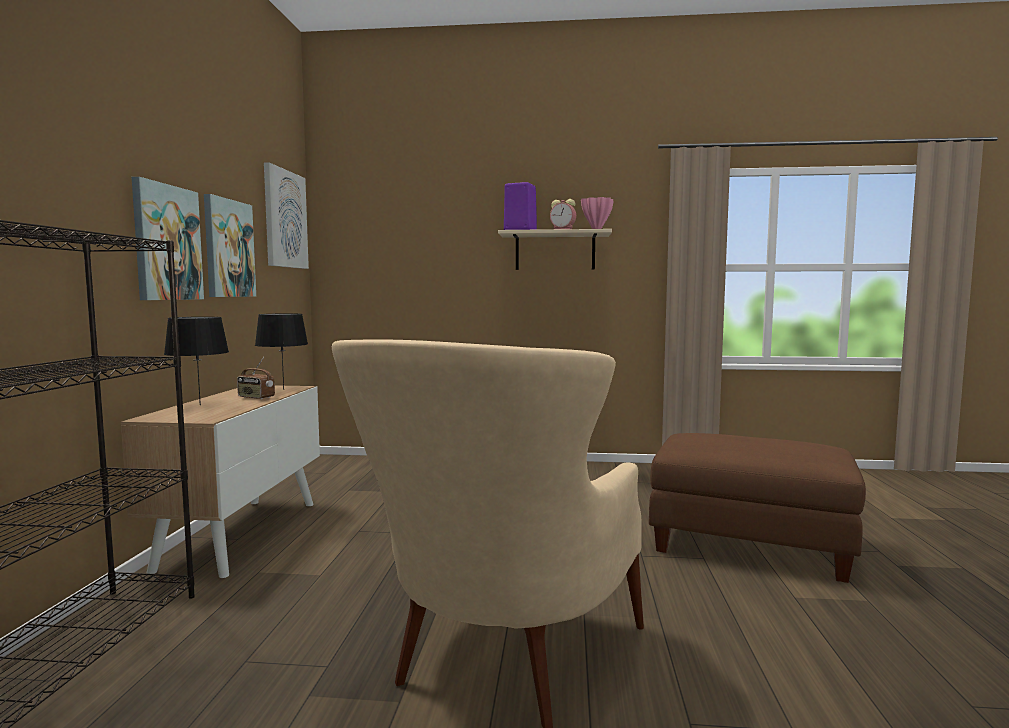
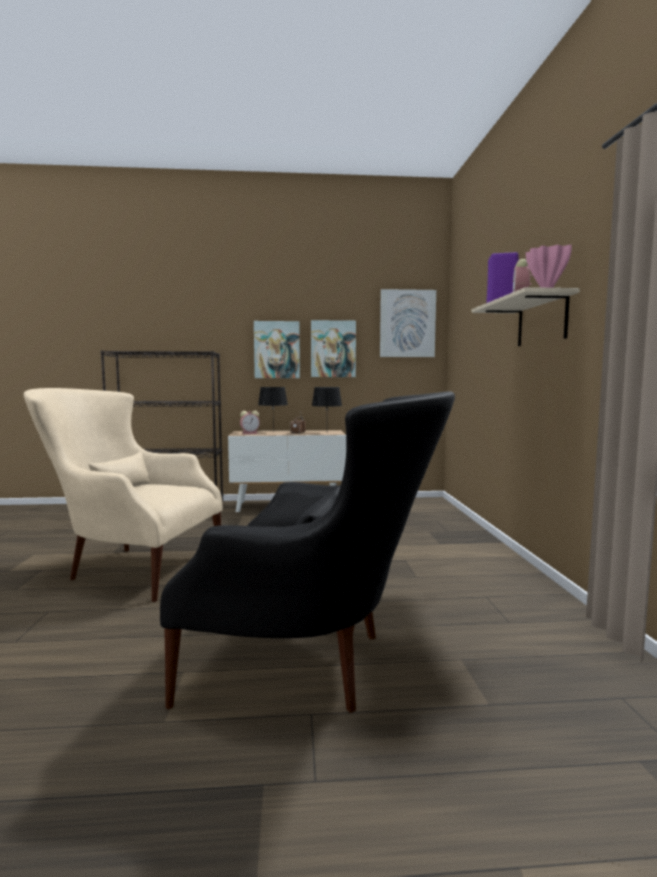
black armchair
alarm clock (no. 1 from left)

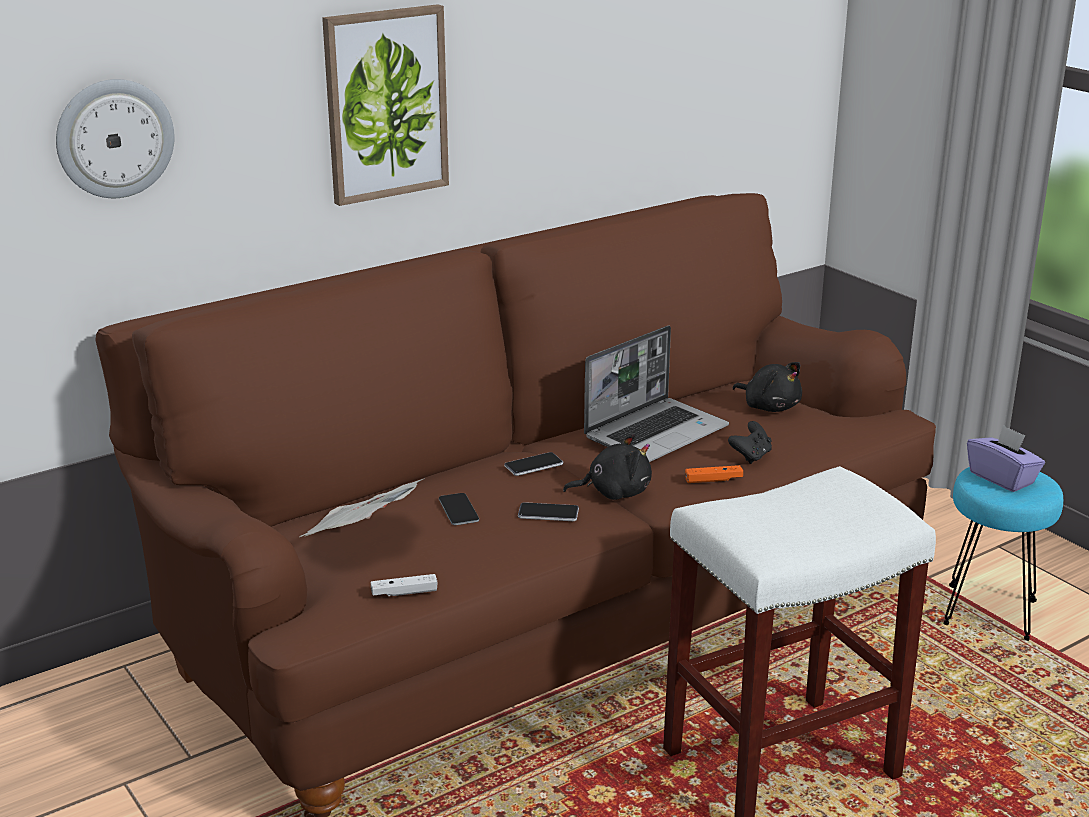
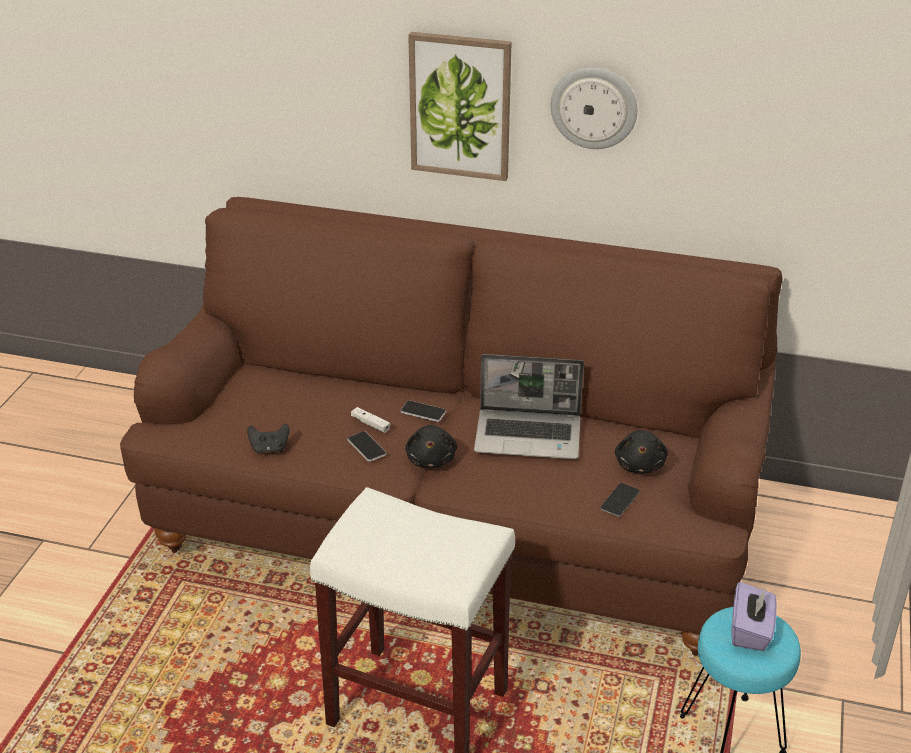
black game controller
white game controller
black plush toy (no. 1 from left)
wall clock
phone (no. 3 from left)
newspaper
orange game controller

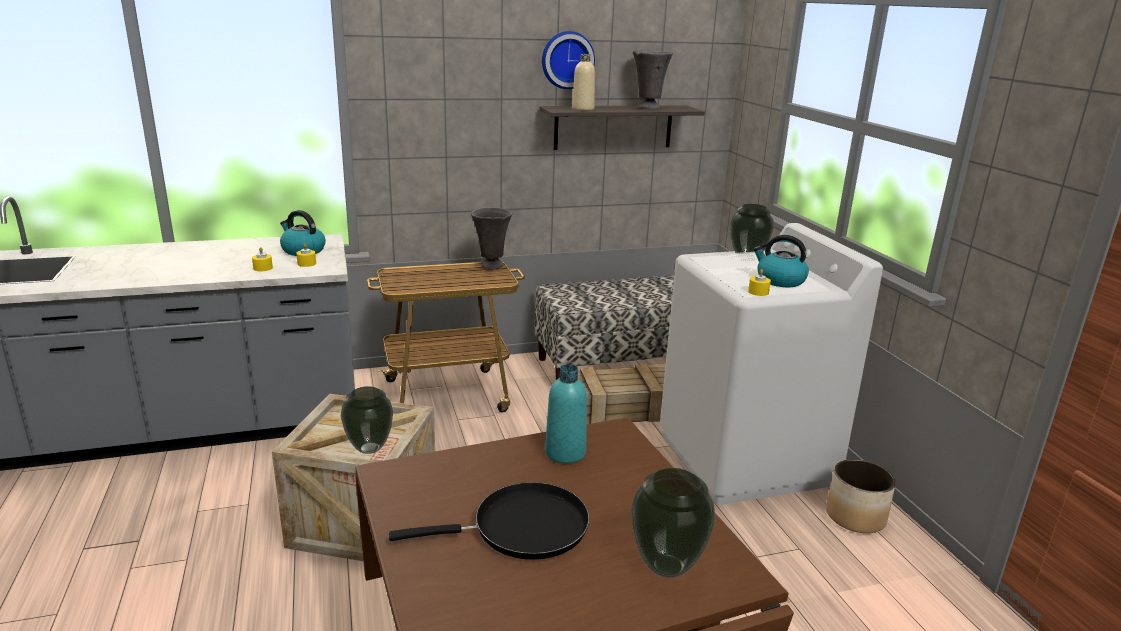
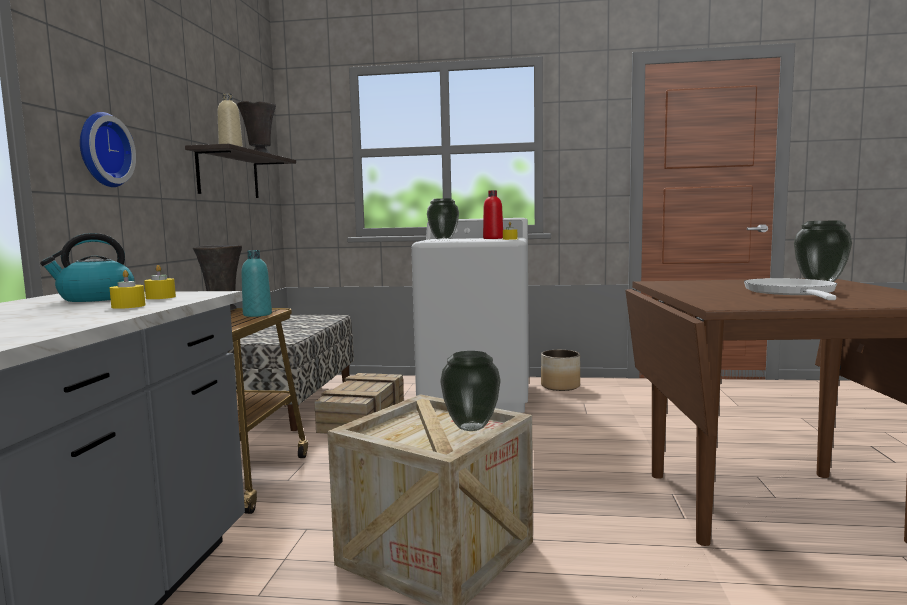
wall clock
turquoise bottle
red bottle
white frying pan

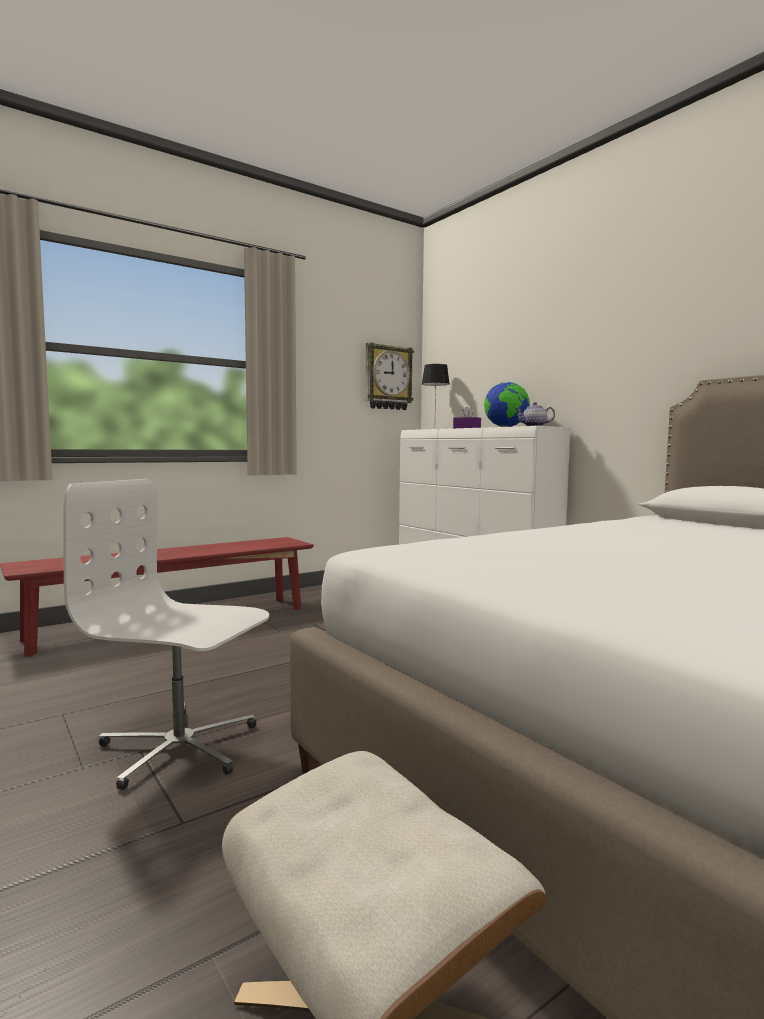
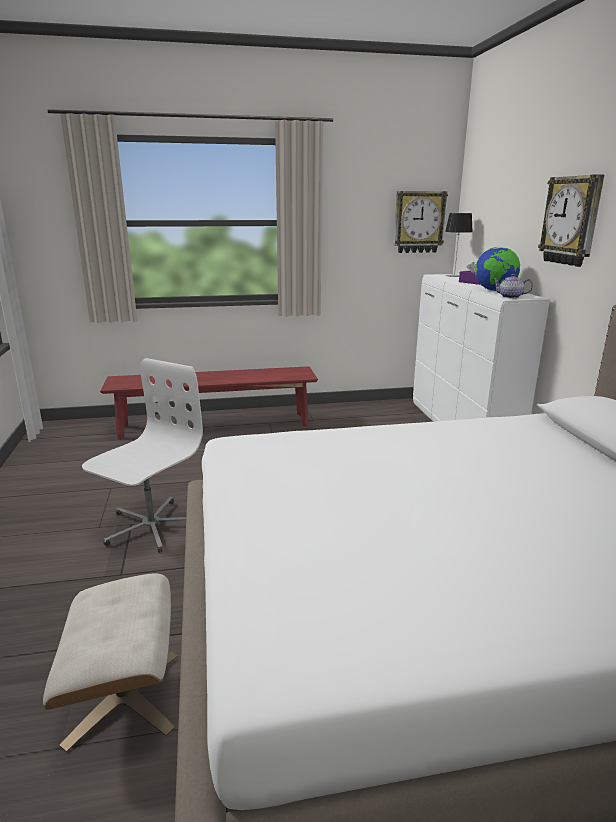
white office chair
wall clock (no. 2 from left)

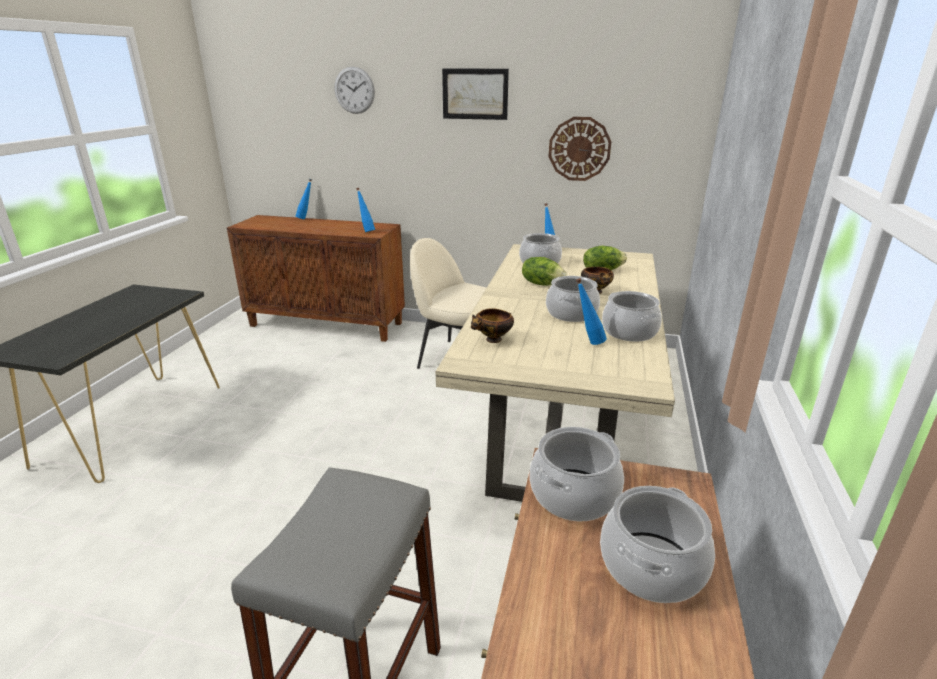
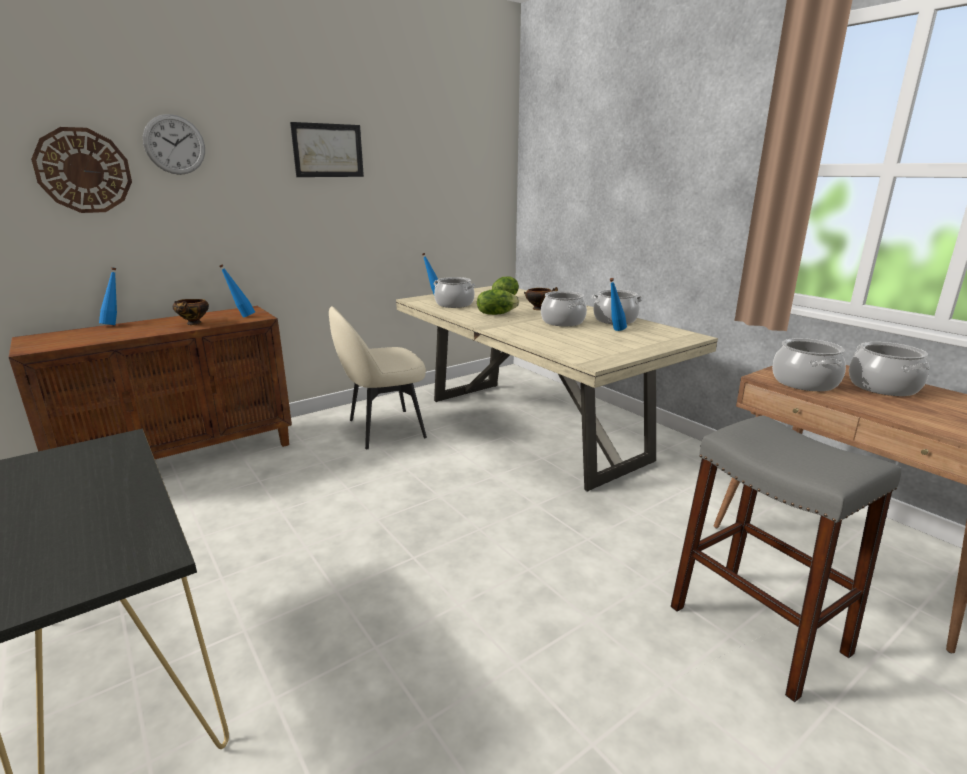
wall clock (no. 1 from left)
bowl (no. 1 from left)

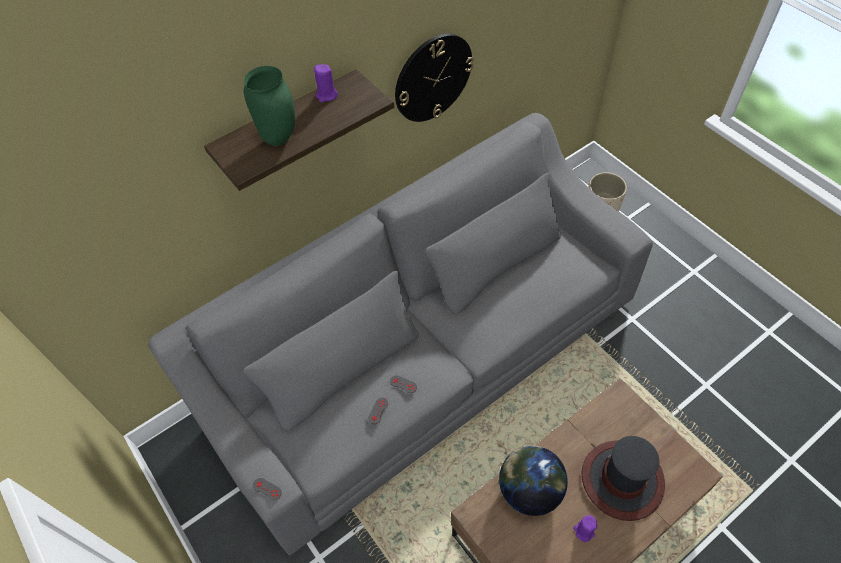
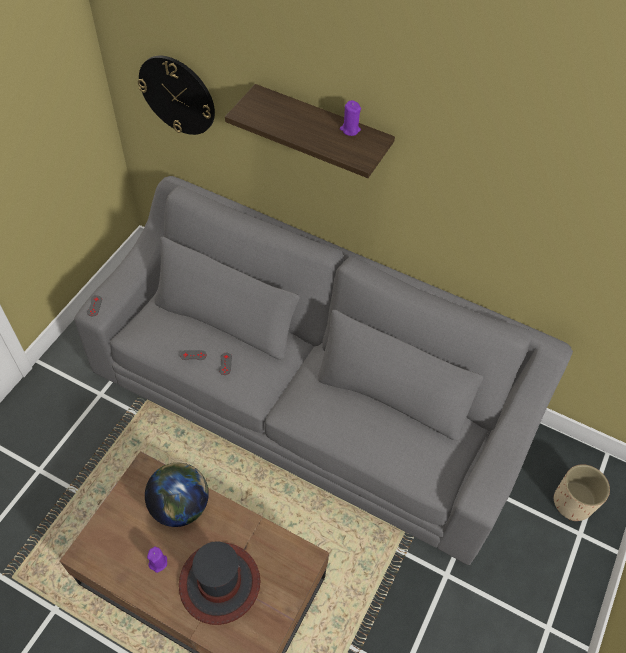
wall clock
green vase

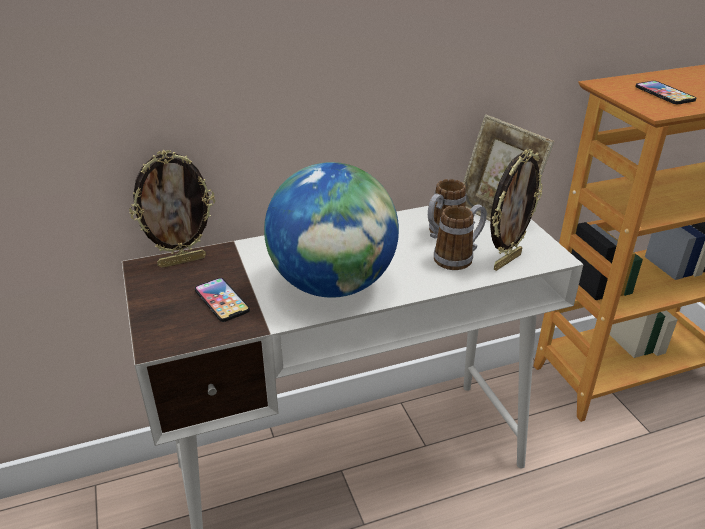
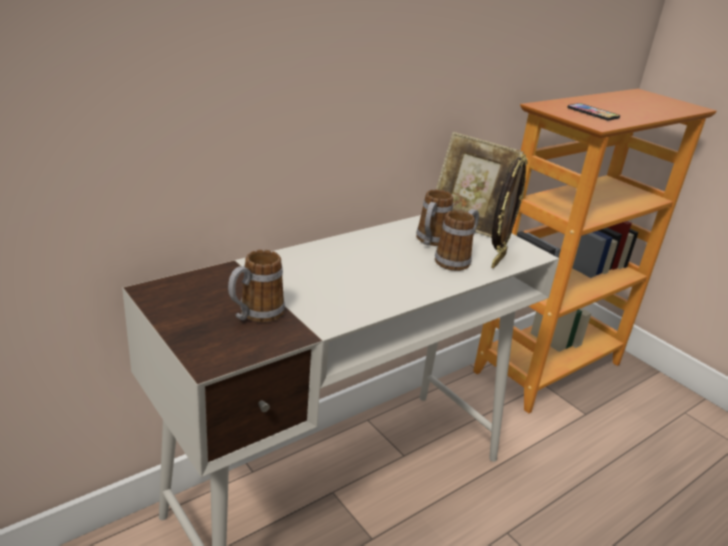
mug (no. 1 from left)
picture frame (no. 1 from left in the first image)
globe

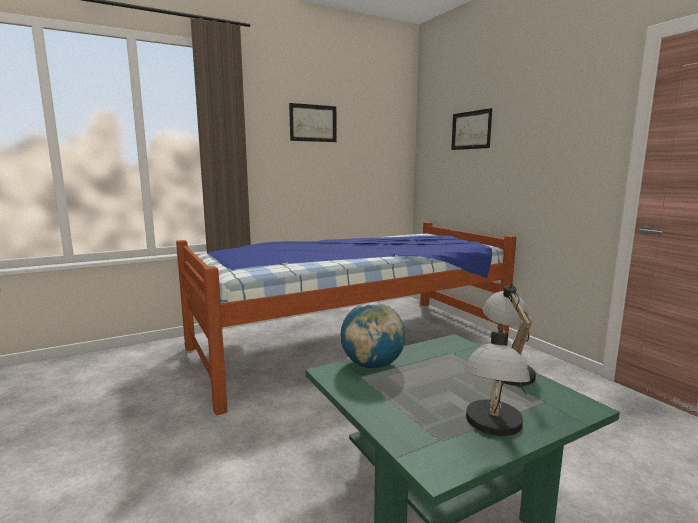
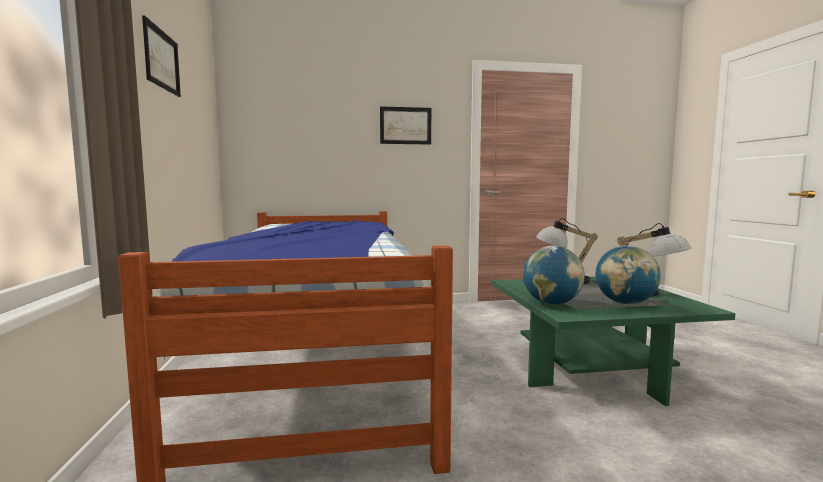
picture (no. 2 from left)
globe (no. 2 from left)

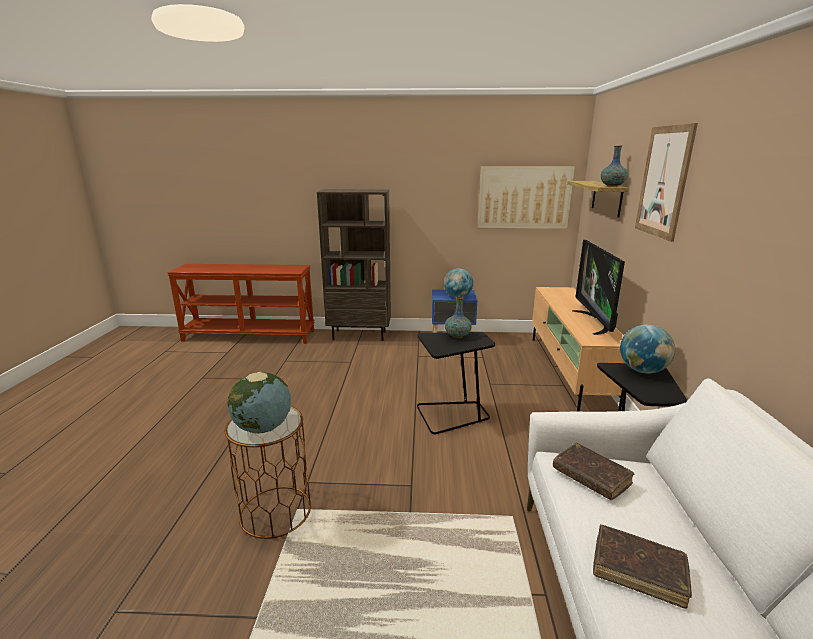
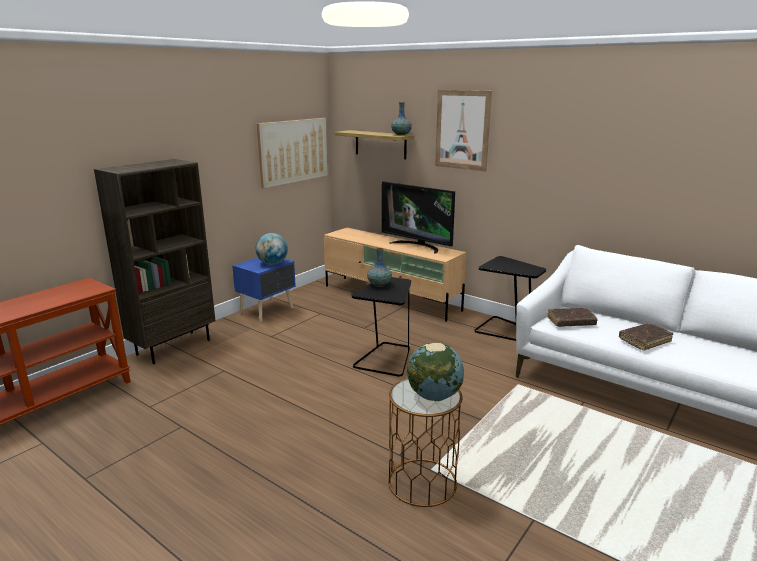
globe (no. 3 from left in the first image)

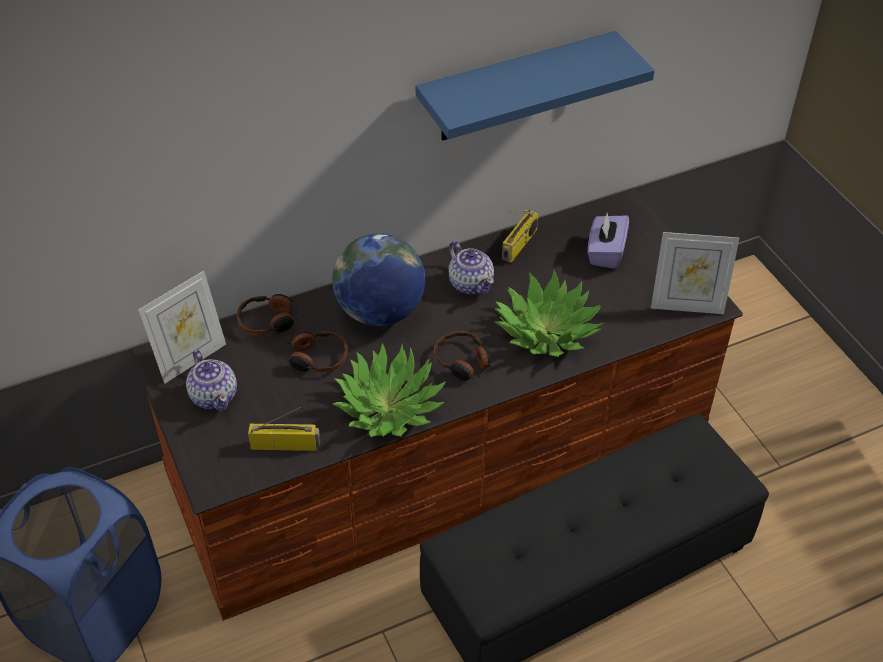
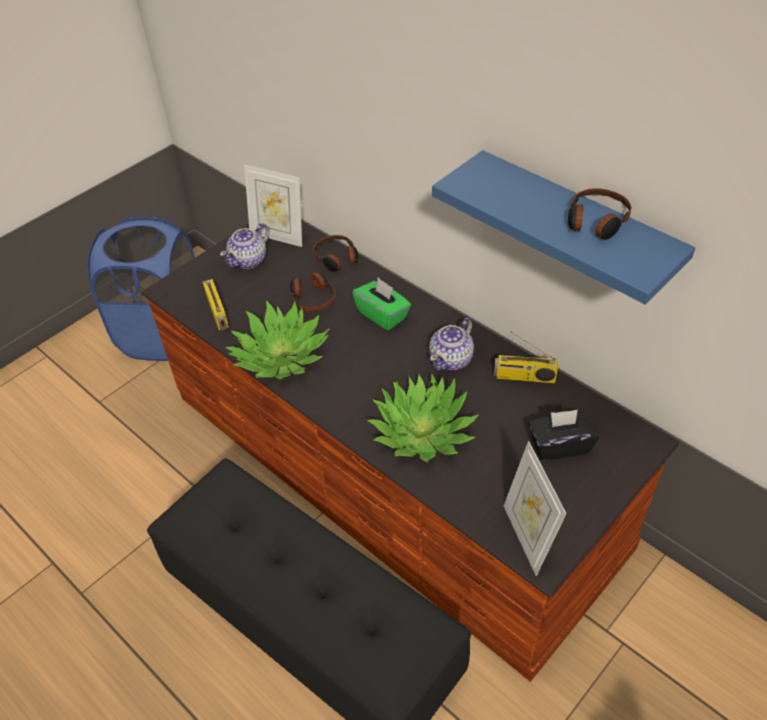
green tissue box
black tissue box
headphones (no. 3 from left)

